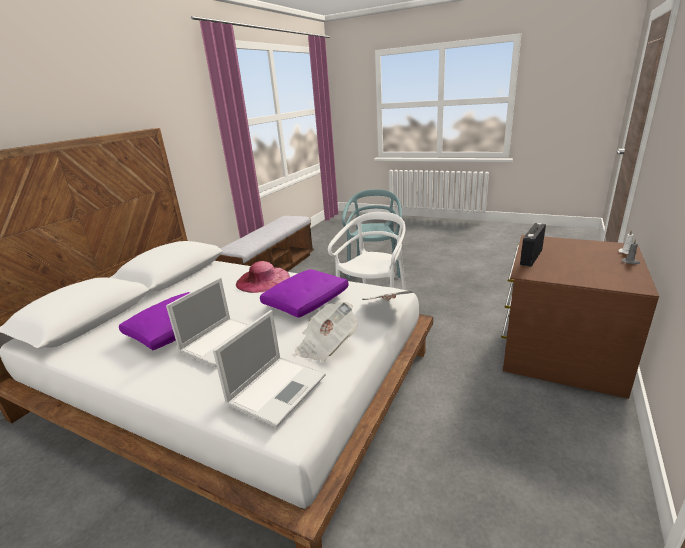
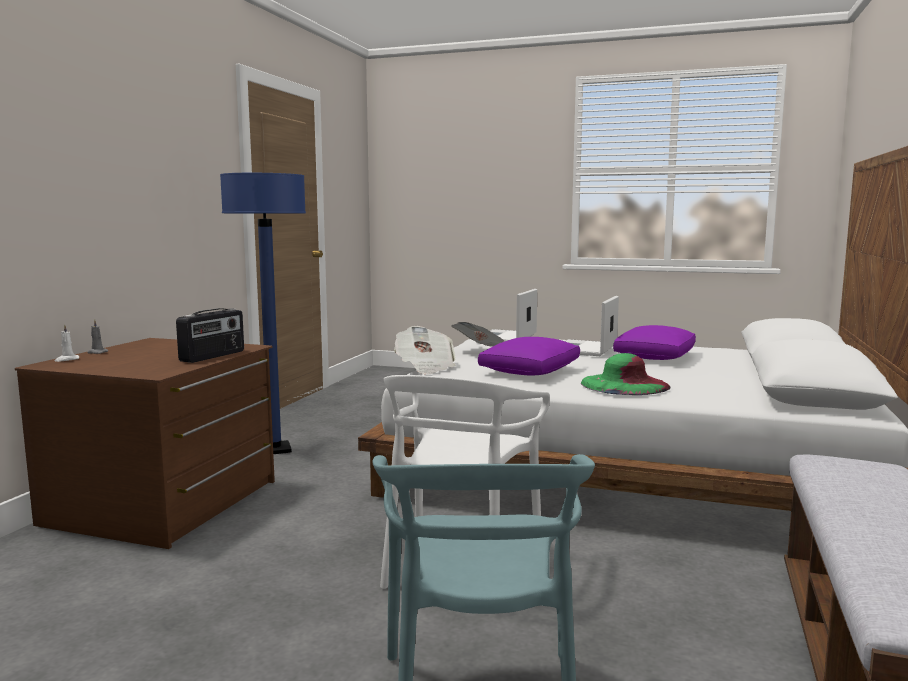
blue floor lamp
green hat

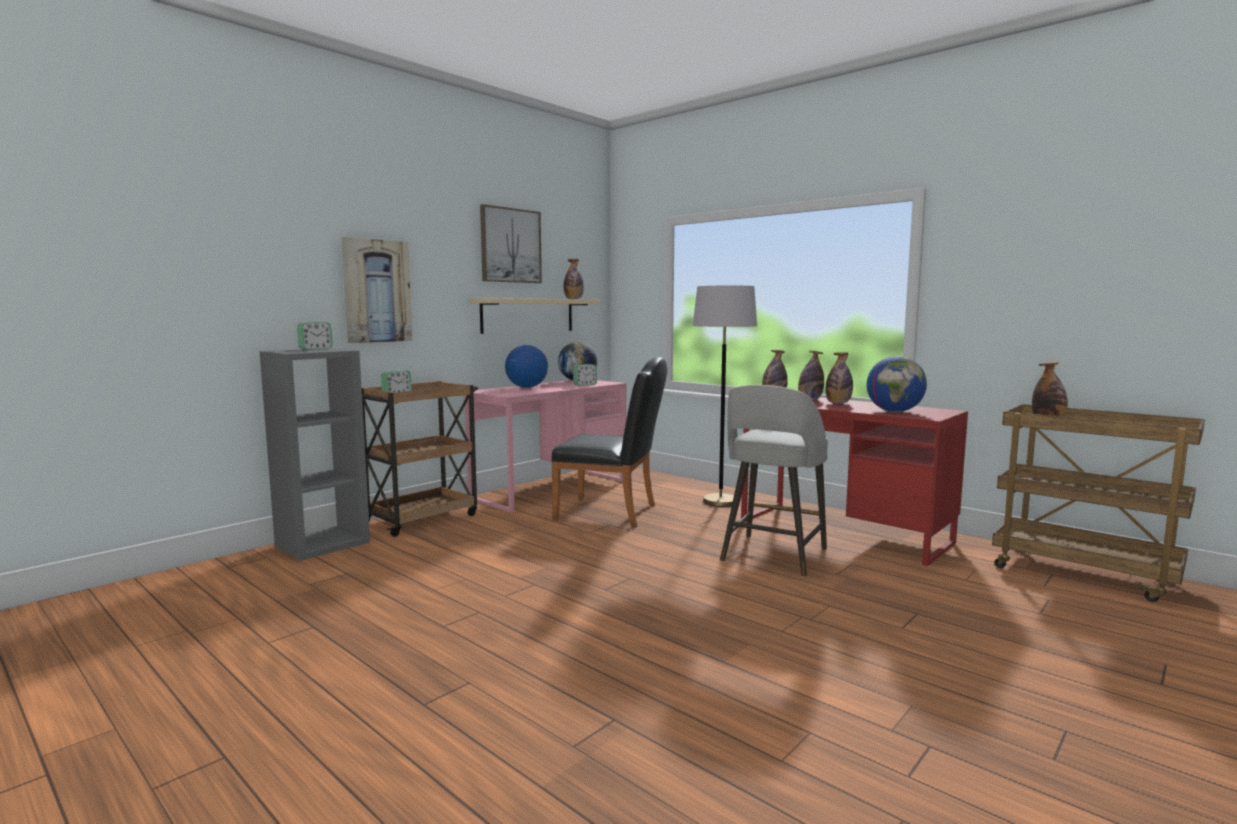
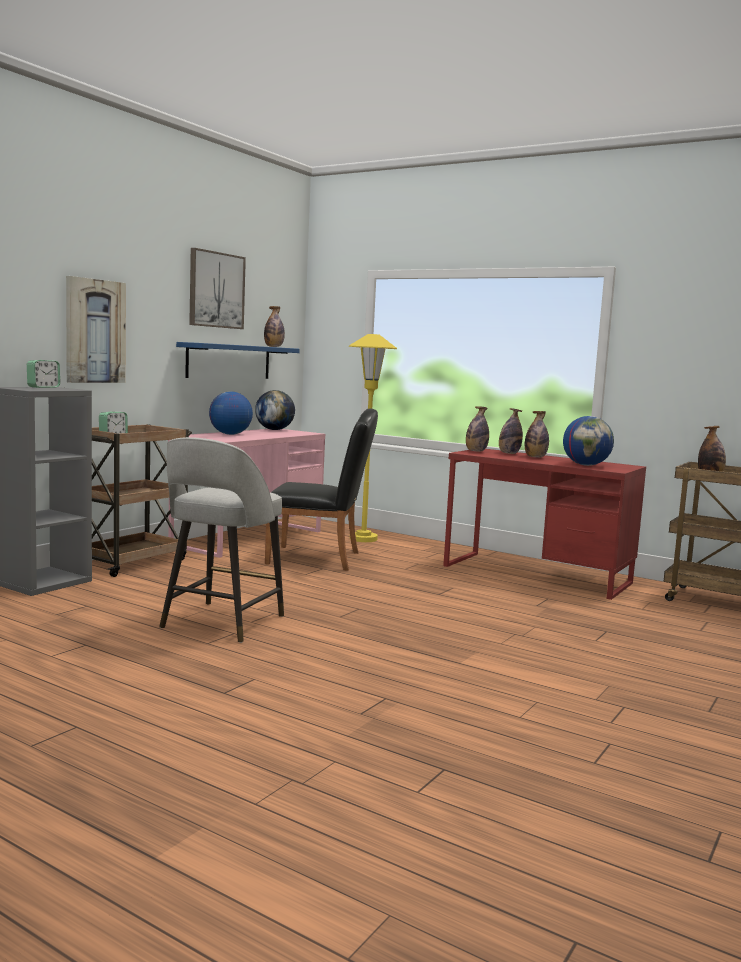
grey stool
blue shelf
yellow floor lamp
alarm clock (no. 3 from left in the first image)
grey floor lamp

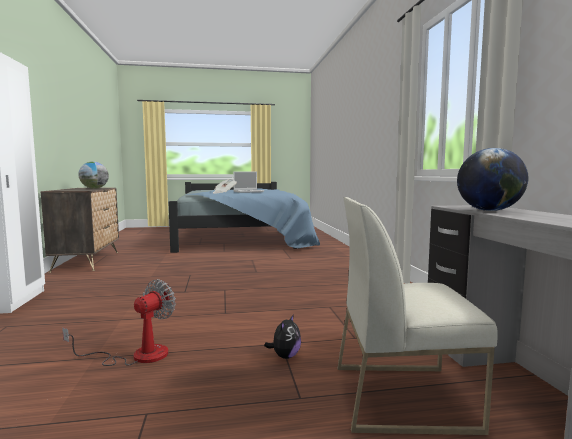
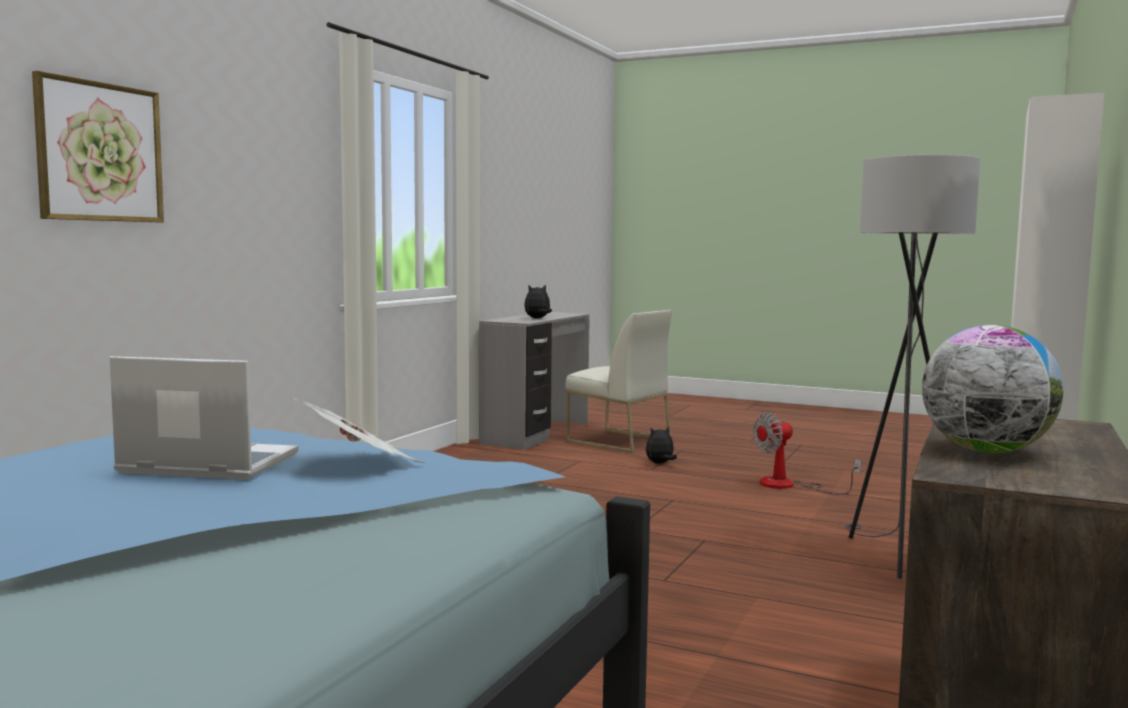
picture
plush toy (no. 1 from left)
grey floor lamp

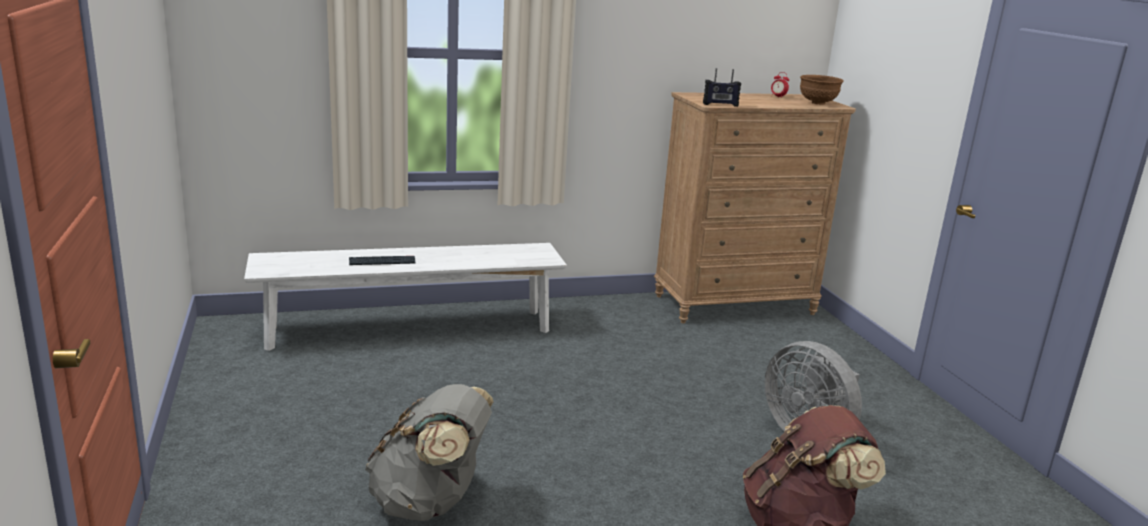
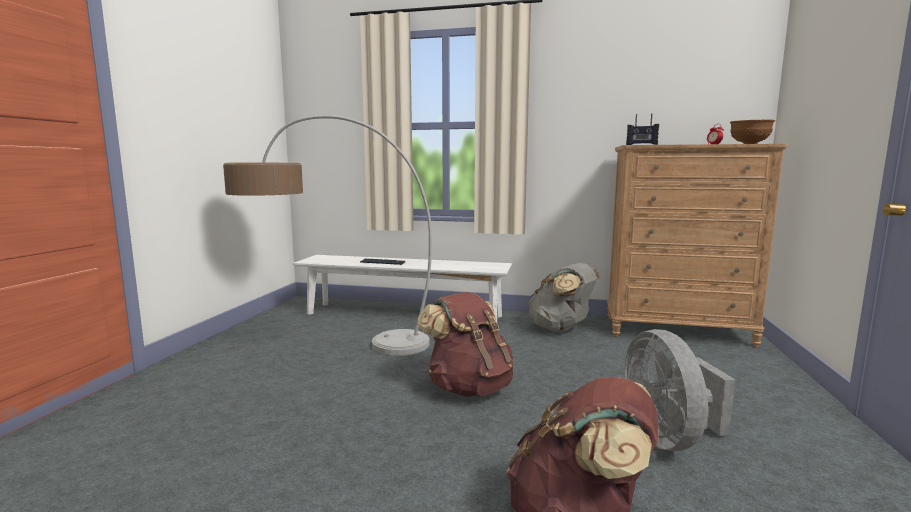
floor lamp
brown backpack (no. 1 from left)
grey backpack

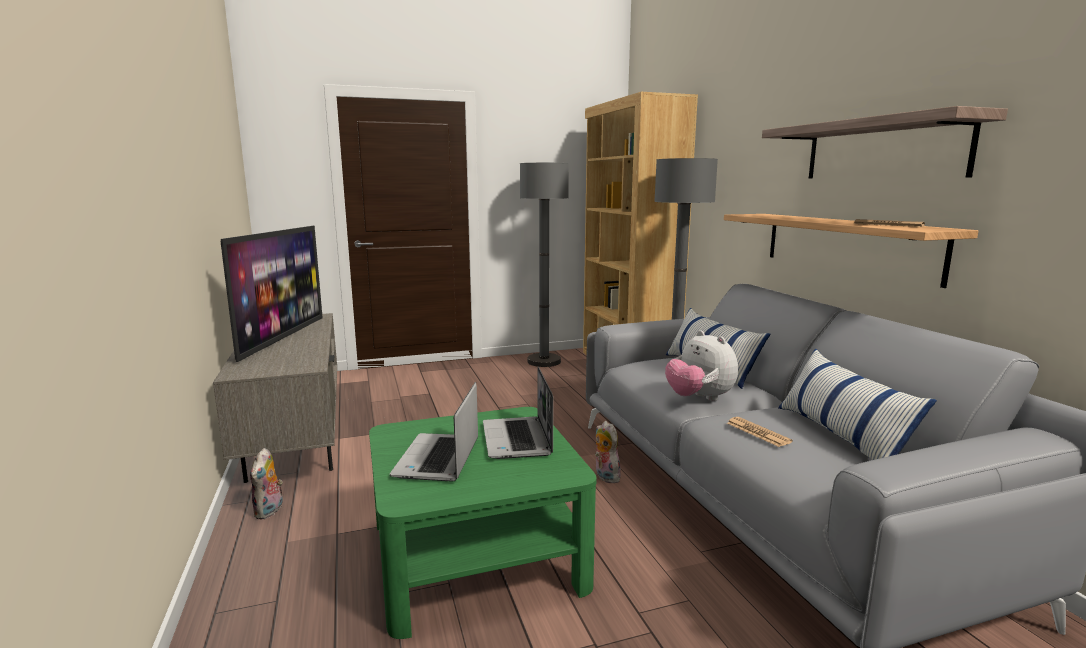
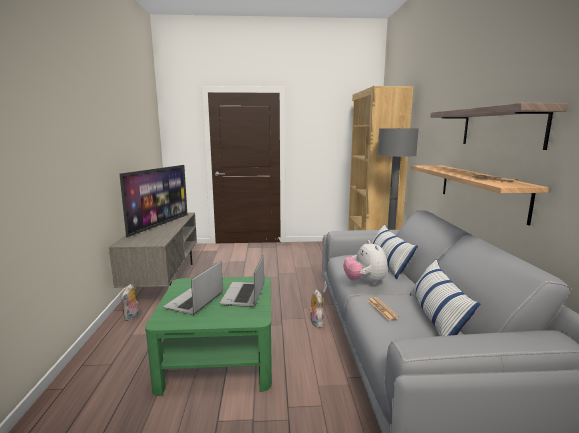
grey floor lamp (no. 1 from left in the first image)

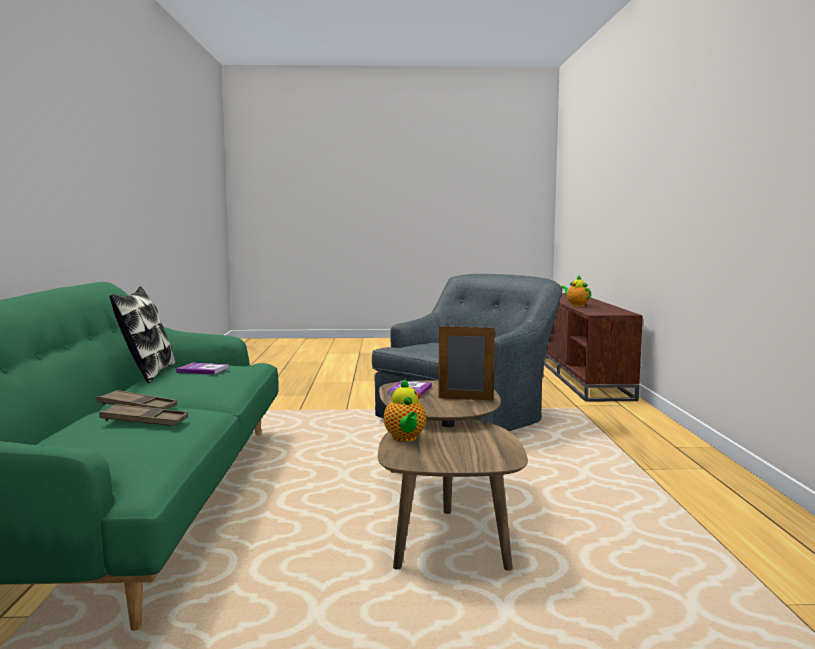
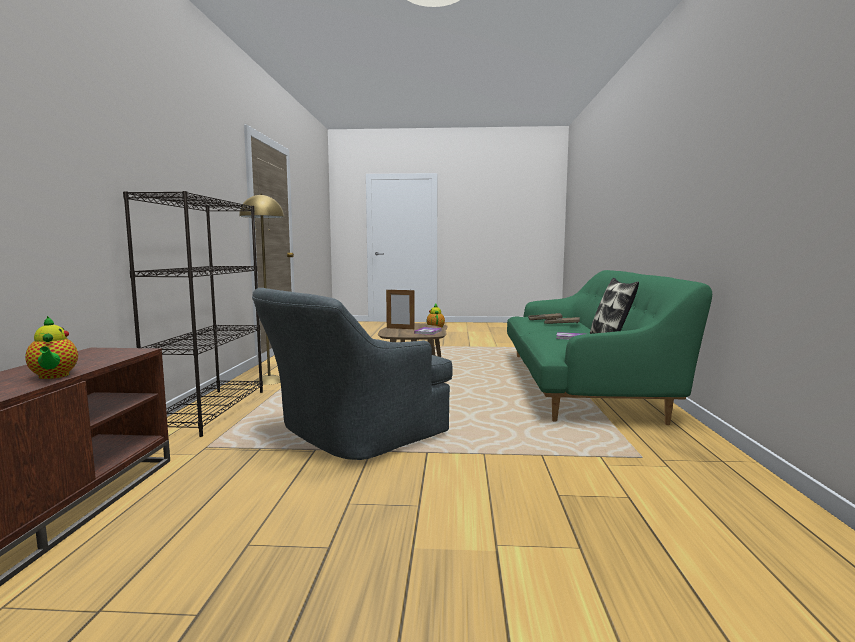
black bookcase
yellow floor lamp

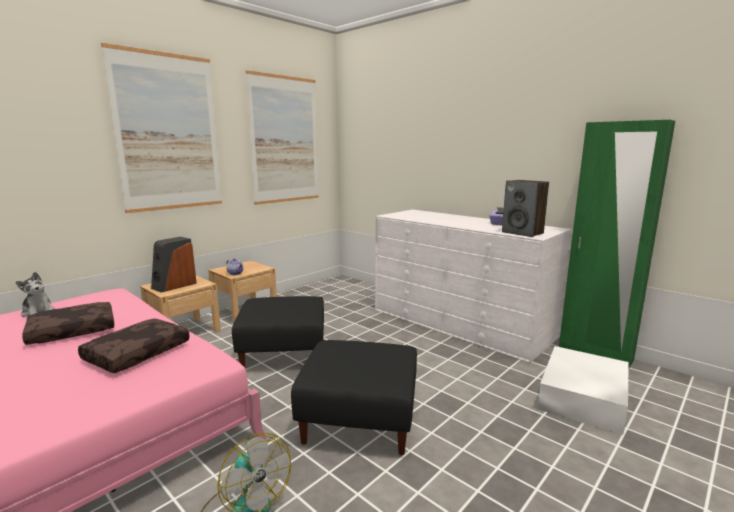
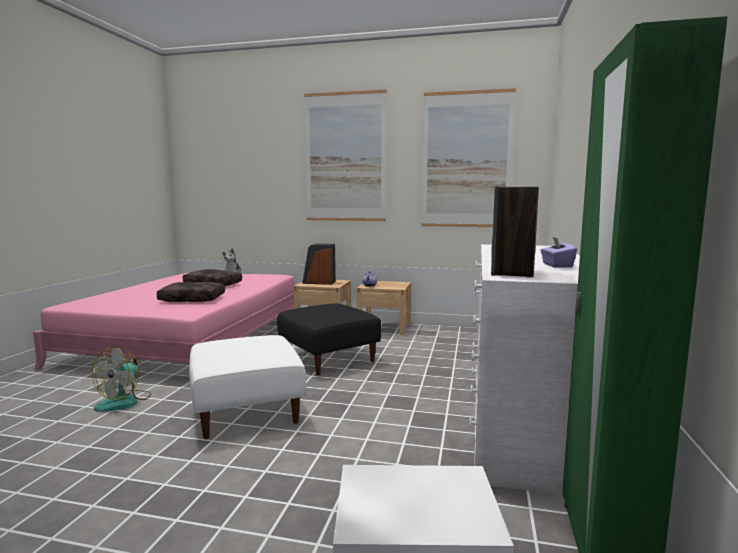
white ottoman

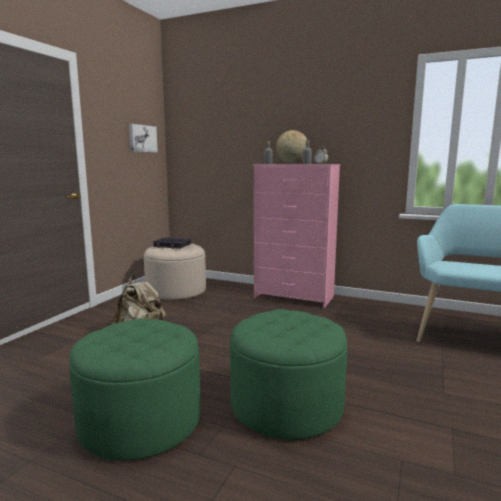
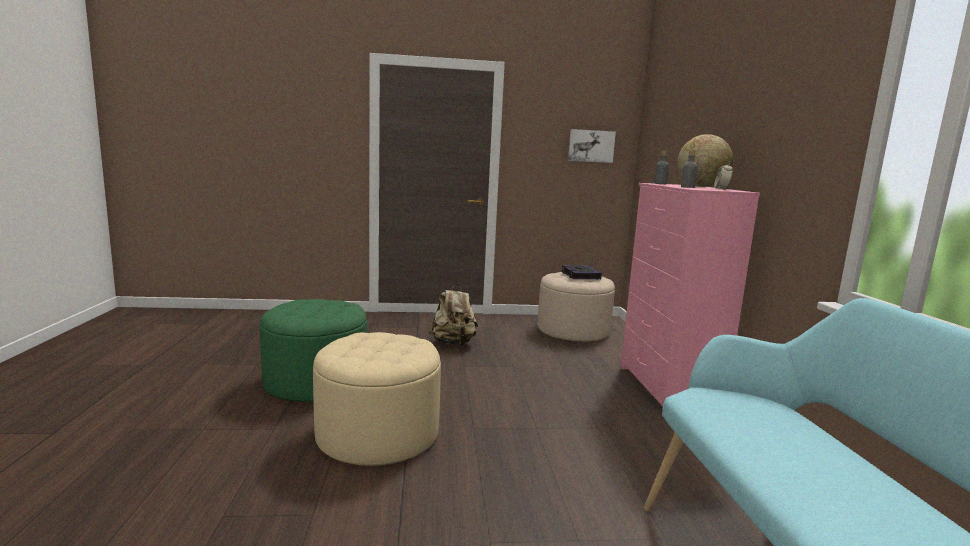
beige ottoman (no. 1 from left)

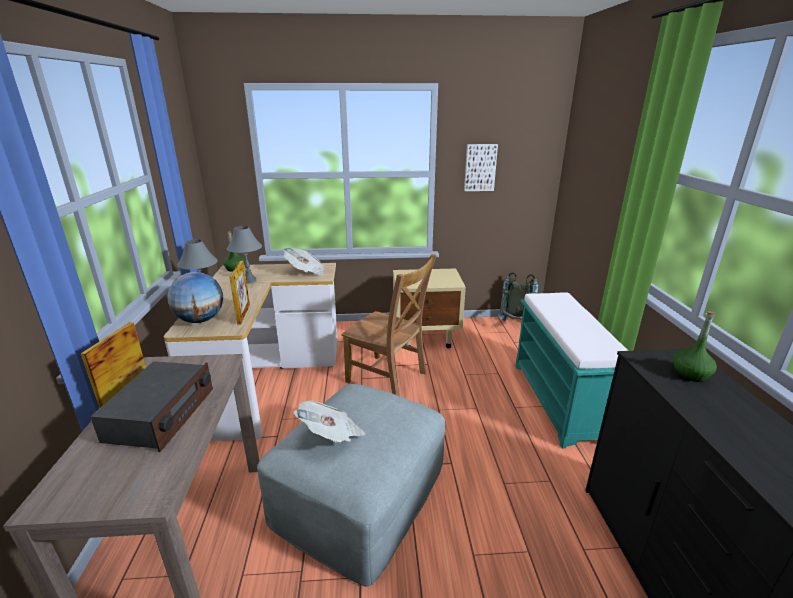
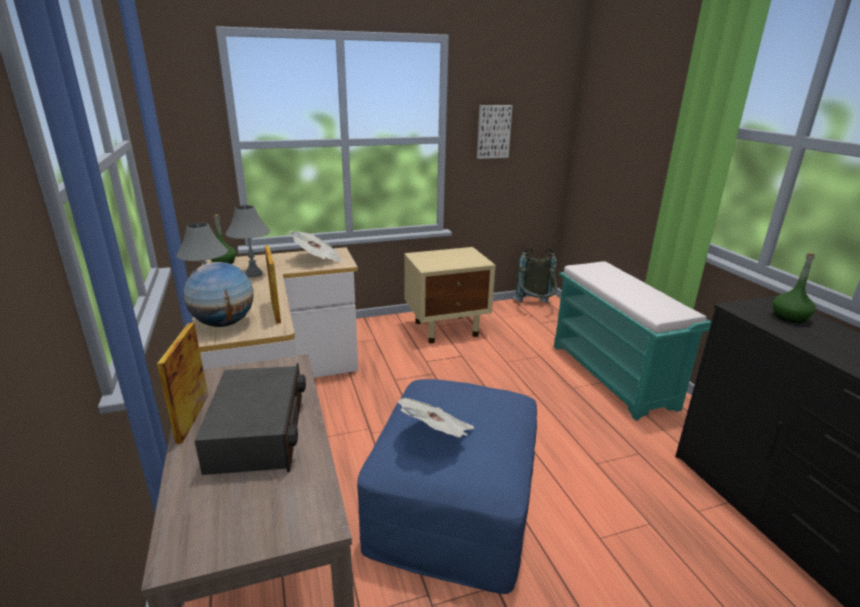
blue ottoman
brown chair

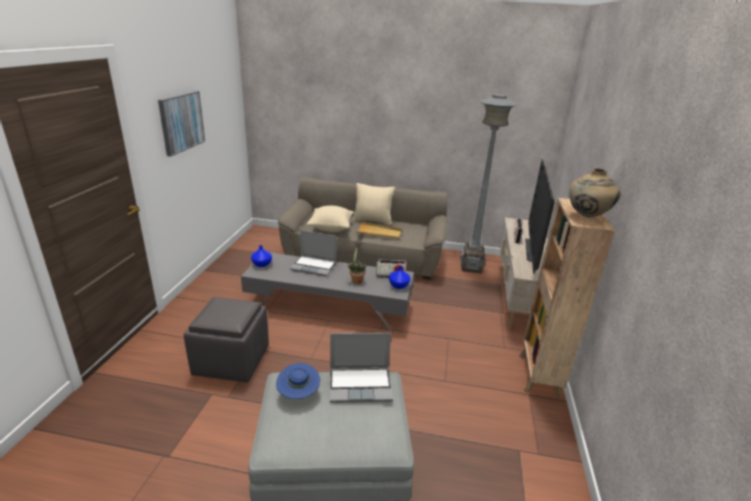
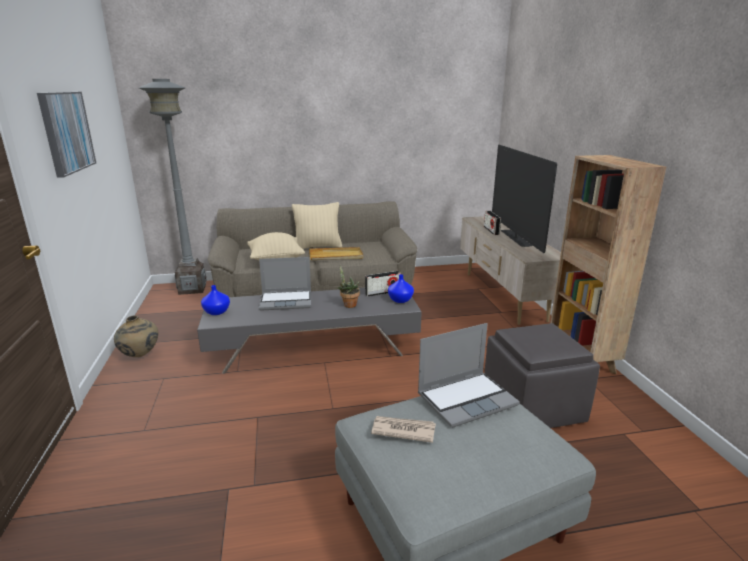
beige vase
grey floor lamp
newspaper
grey ottoman (no. 2 from left)

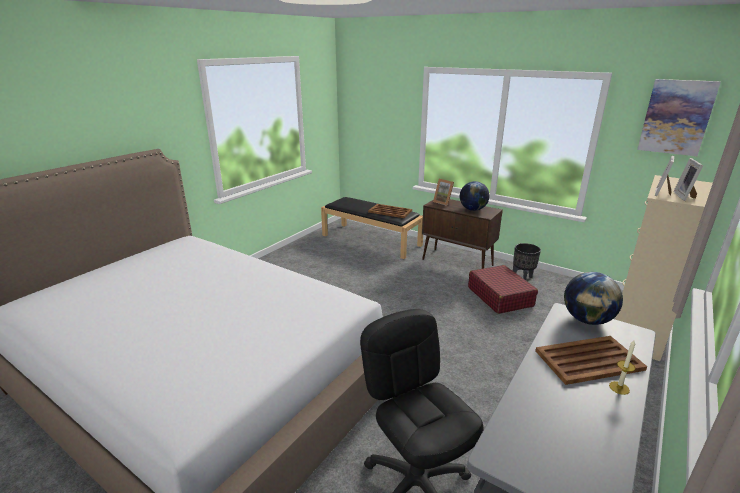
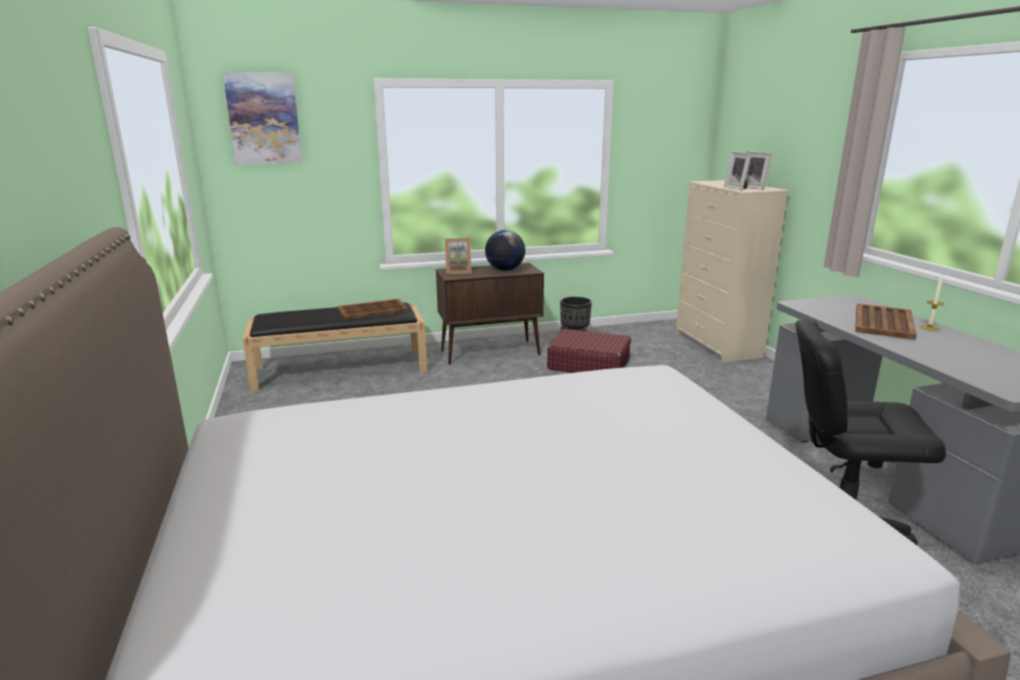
picture
globe (no. 2 from left in the first image)

